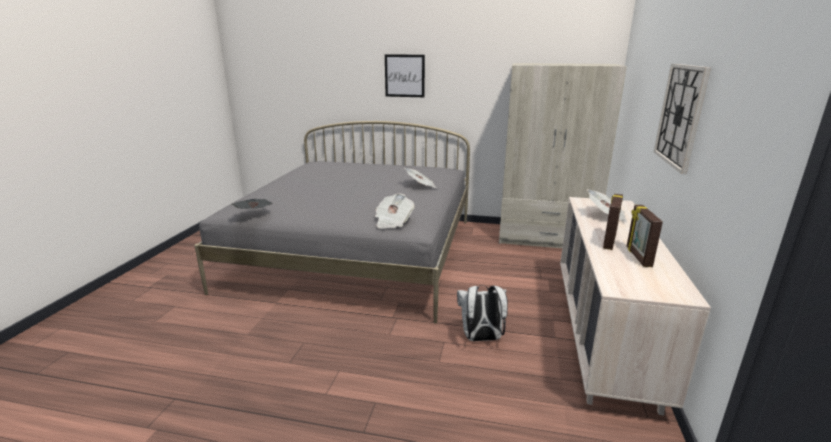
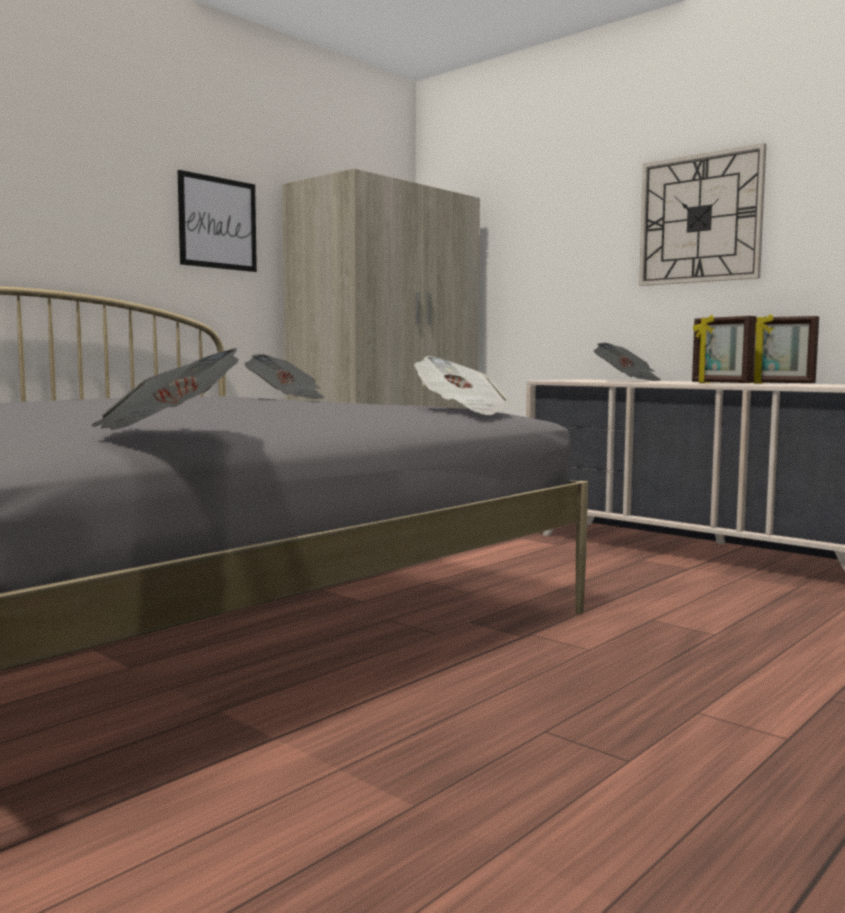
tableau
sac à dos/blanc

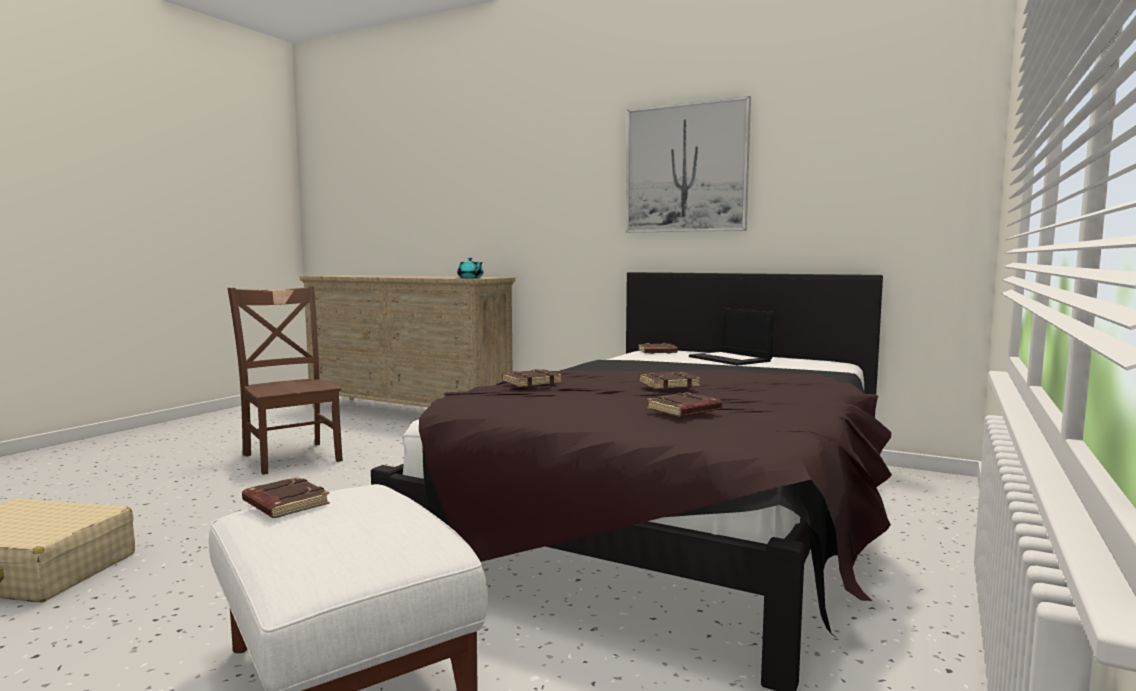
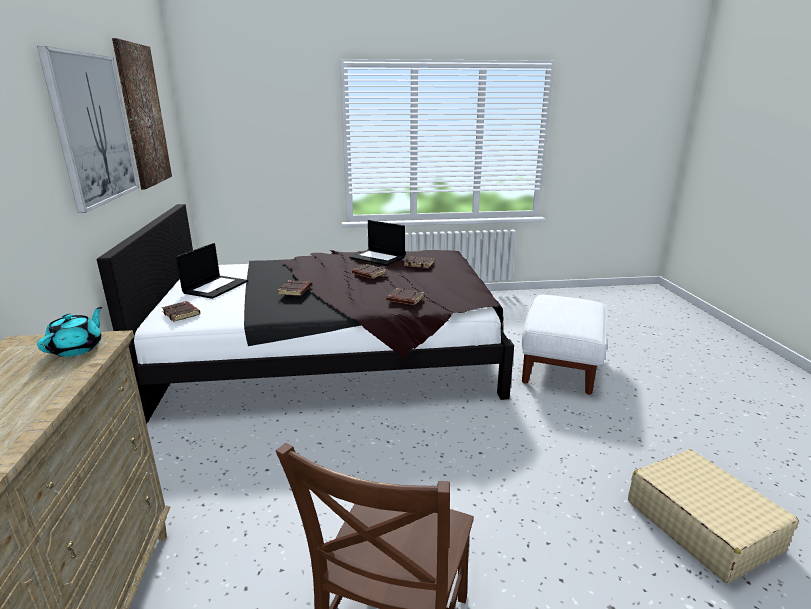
livre/marron (no. 2 from left)
tableau (no. 2 from left)
ordinateur portable (no. 2 from left)

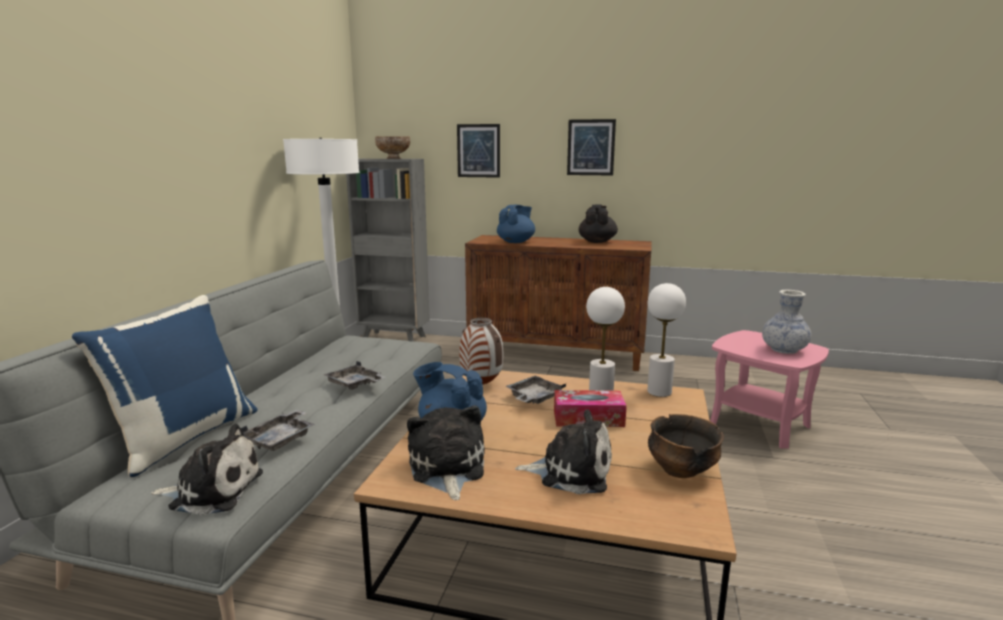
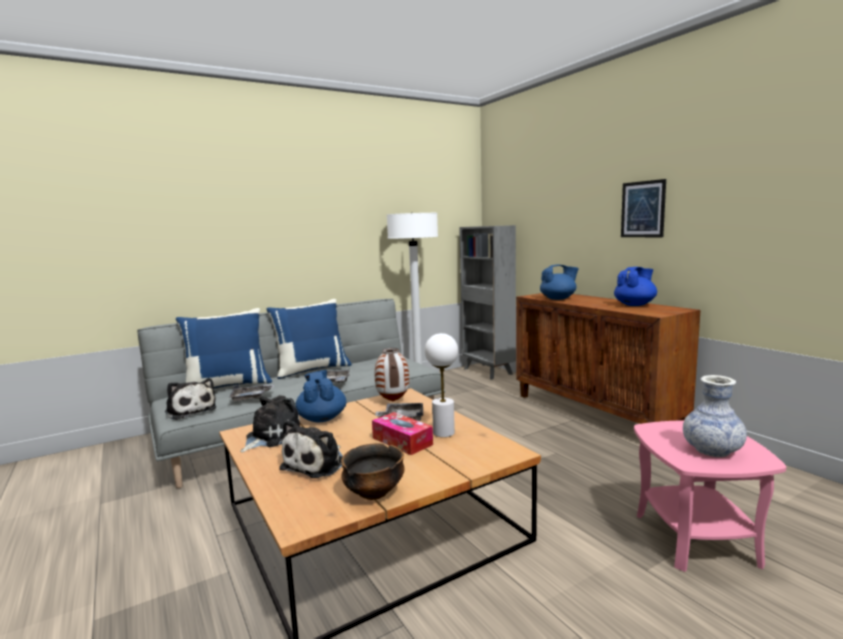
bol (no. 1 from left in the first image)
tableau (no. 1 from left in the first image)
peluche (no. 3 from left)
théière/bleu (no. 3 from left)
lampe de table/blanc (no. 2 from left in the first image)
coussin/bleu (no. 2 from left)

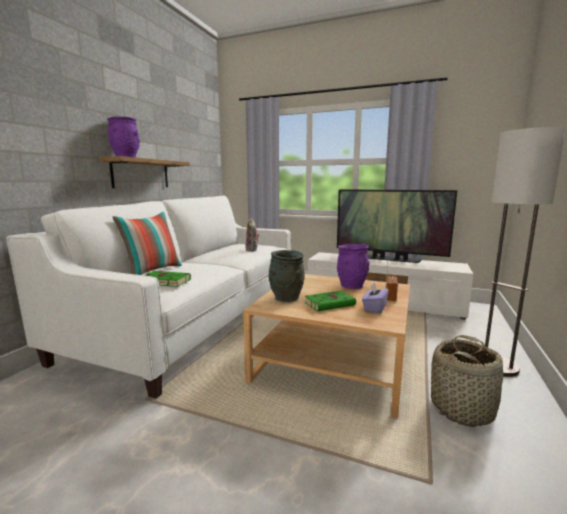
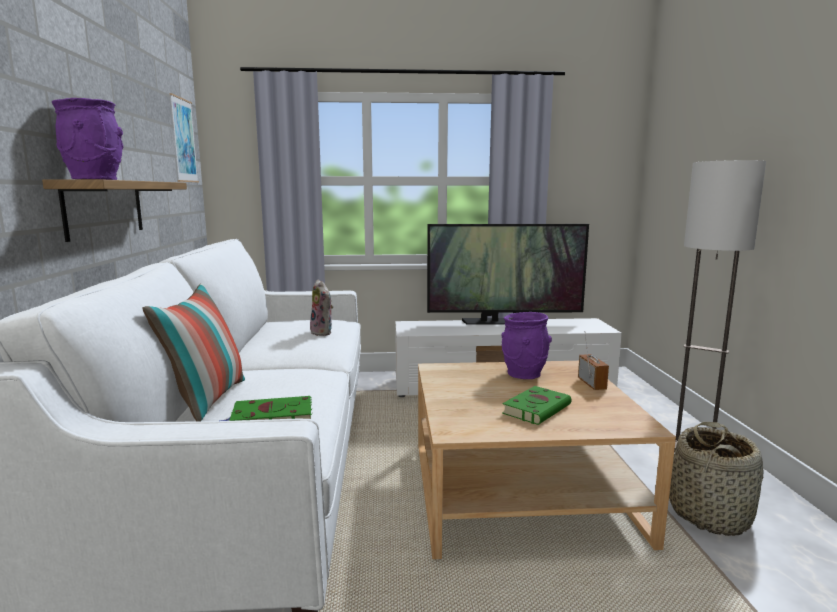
vase/gris
boîte à mouchoirs/violet
tableau

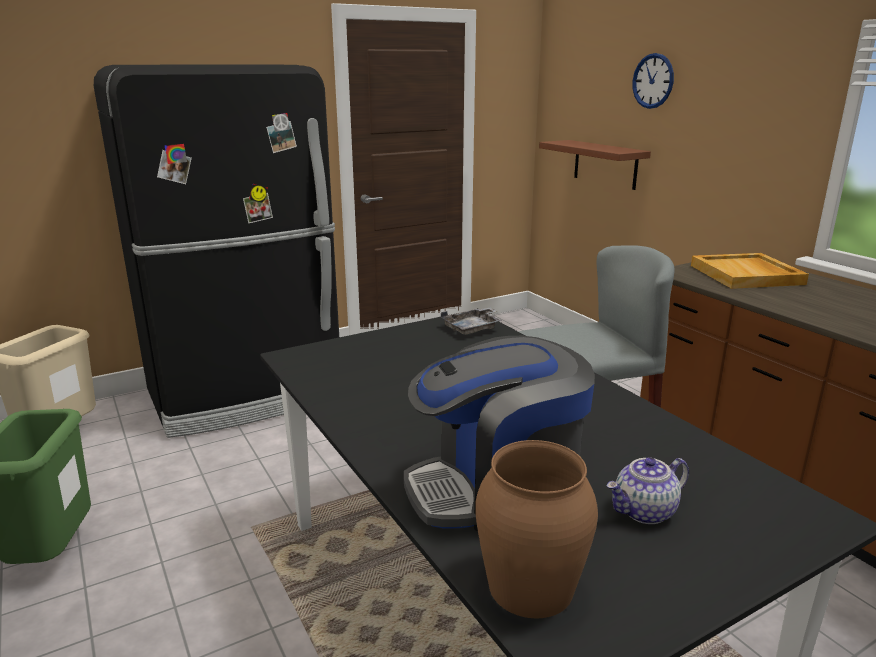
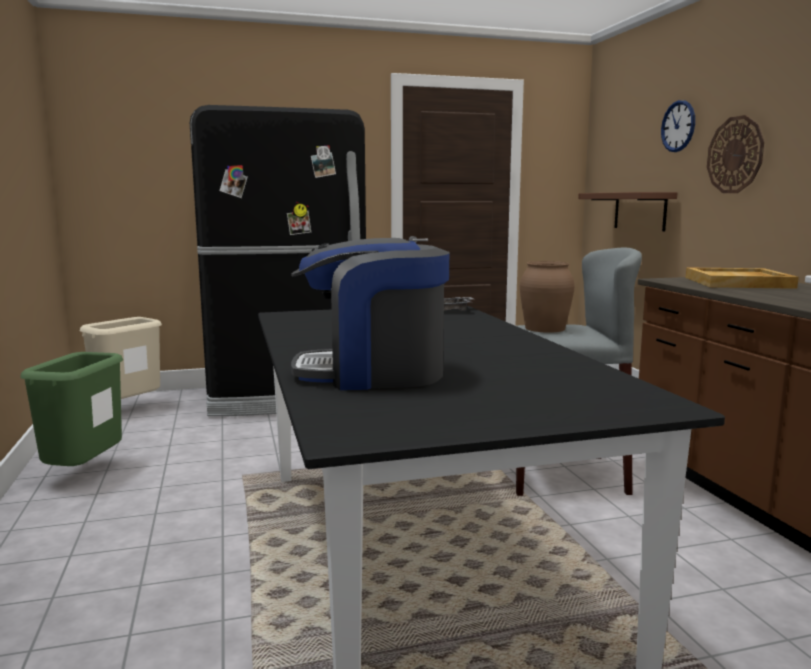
vase/marron
théière
horloge murale (no. 2 from left)

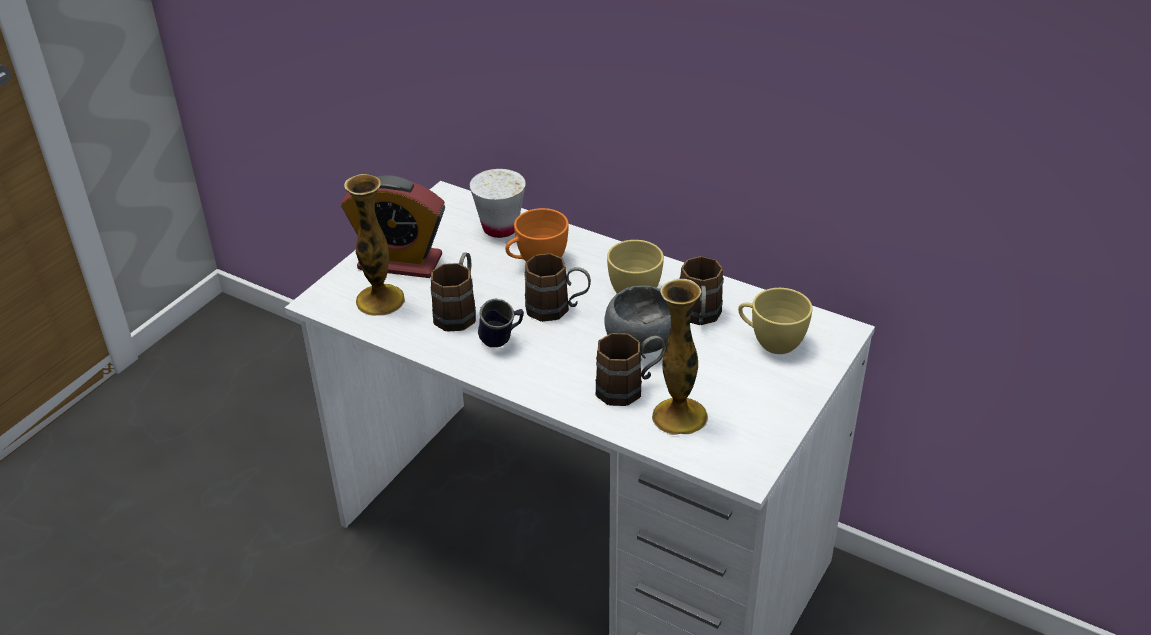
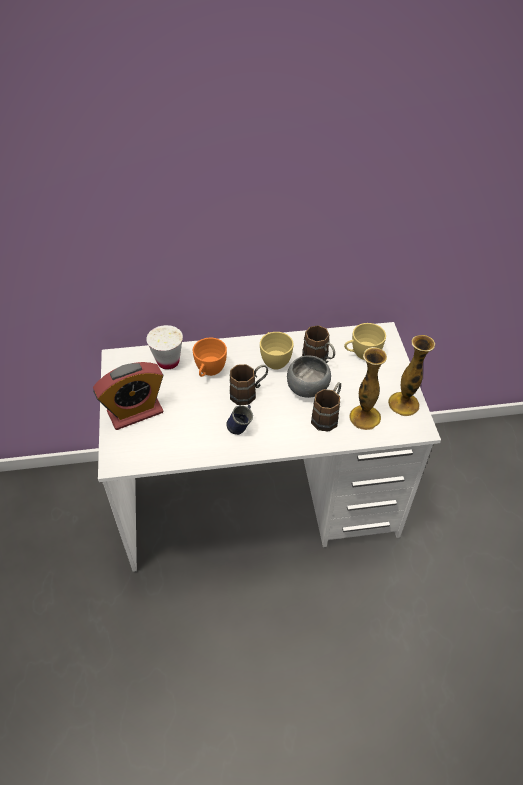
vase (no. 2 from left)
mug/marron (no. 1 from left in the first image)

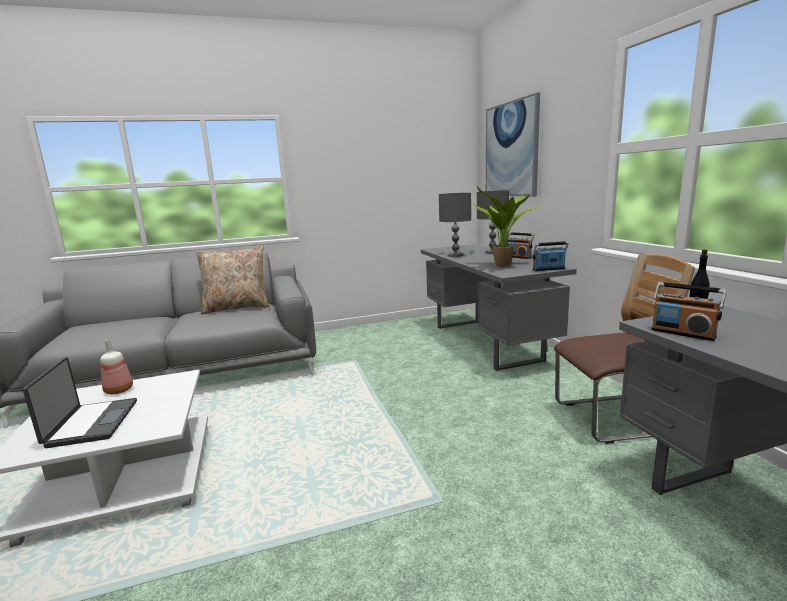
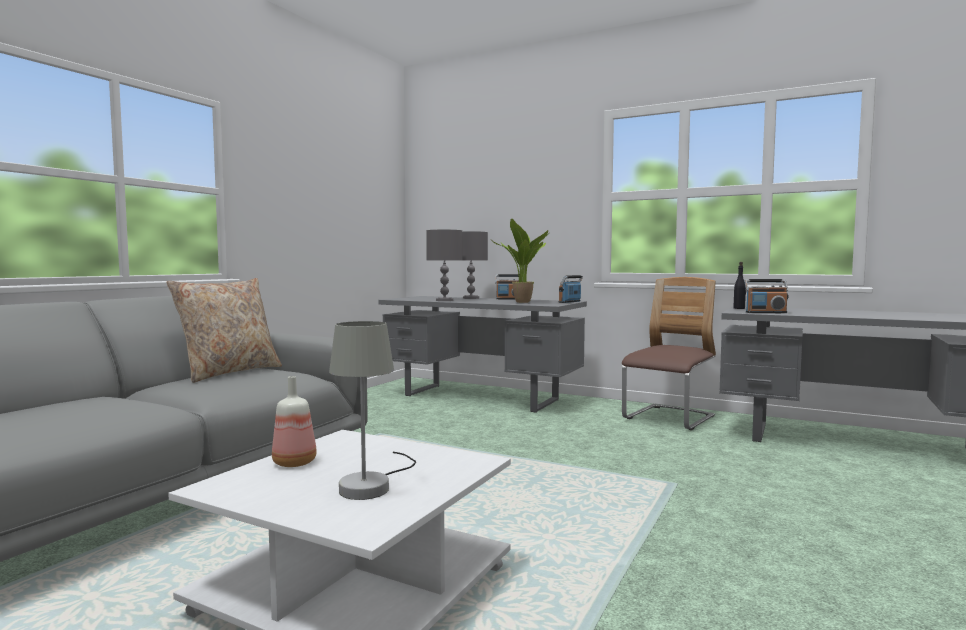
lampe de table/gris (no. 1 from left)
tableau

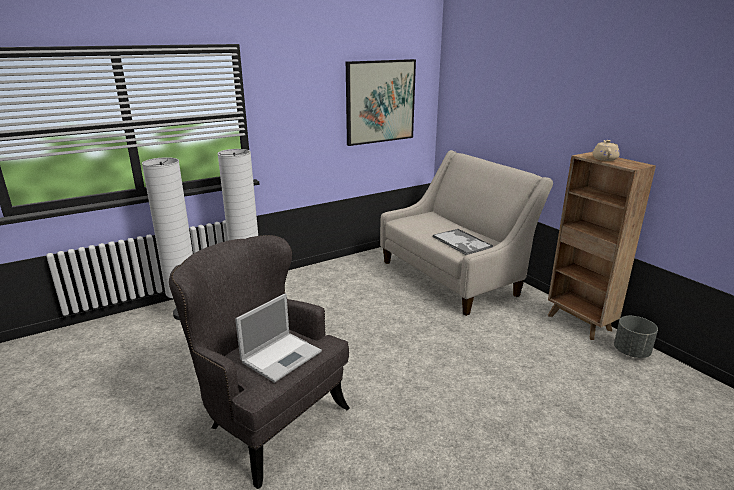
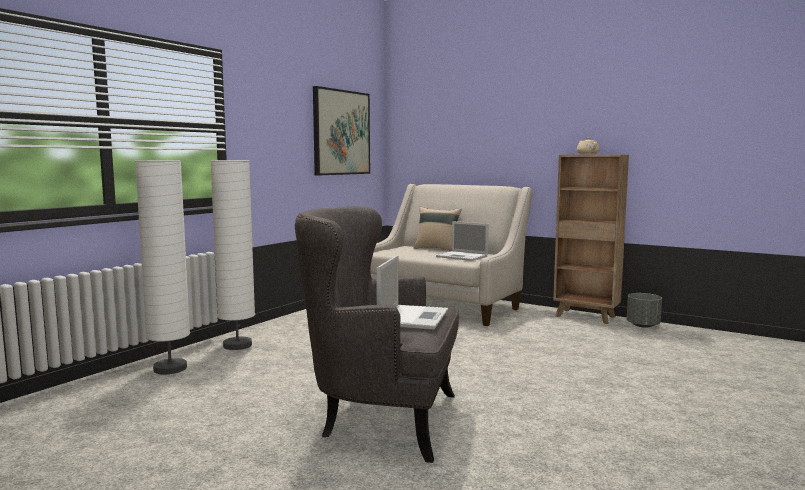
ordinateur portable (no. 2 from left)
coussin/beige

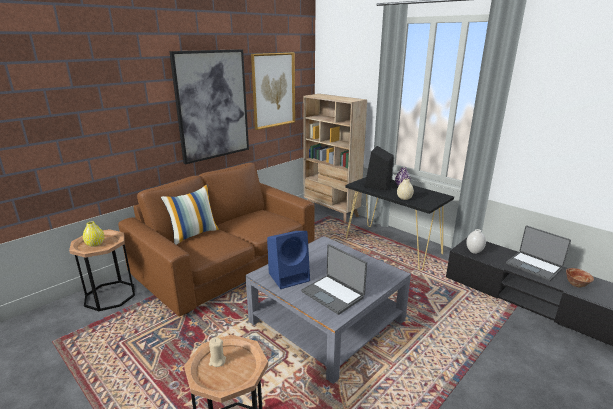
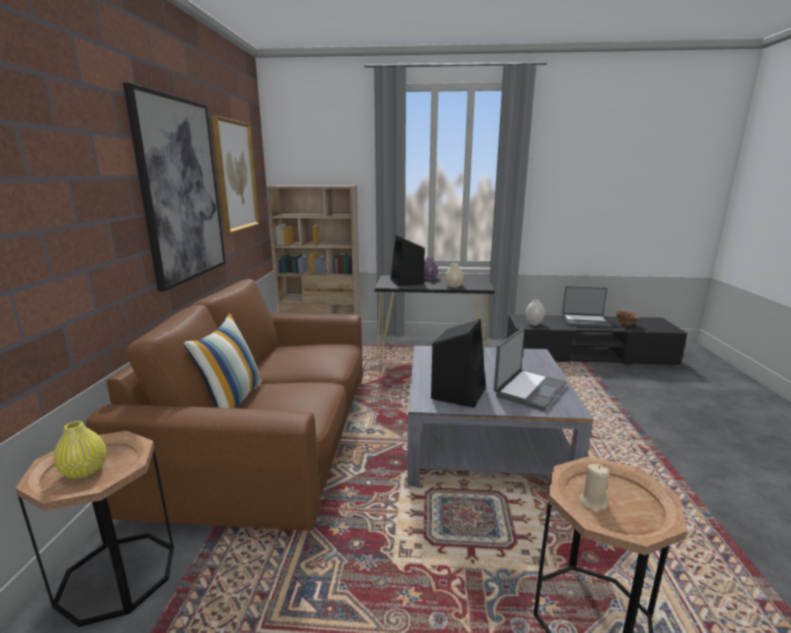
enceinte/noir (no. 2 from left)
ordinateur portable (no. 1 from left)

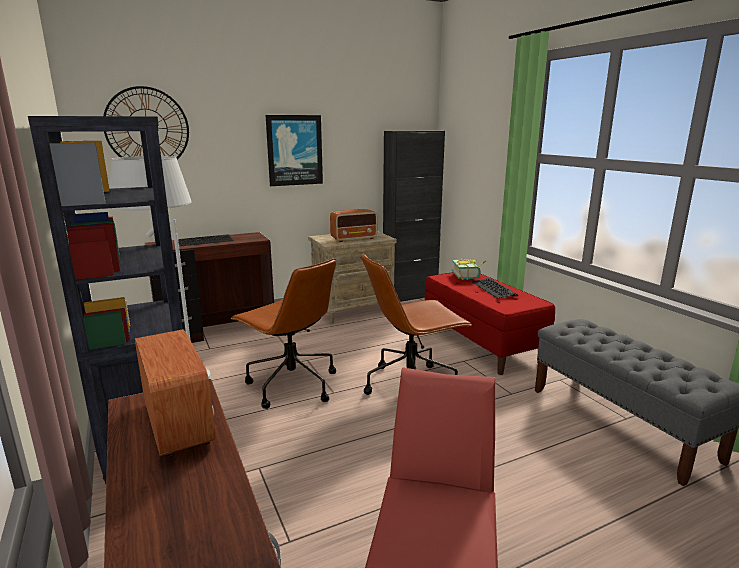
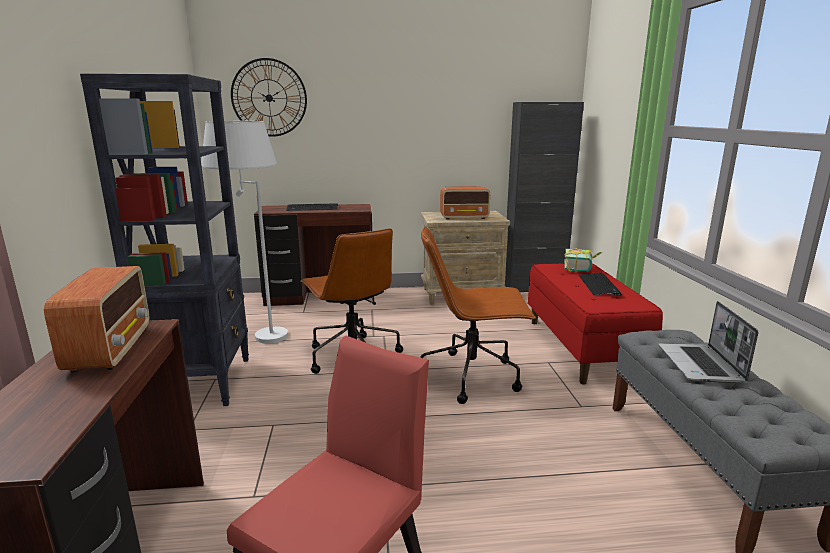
tableau
ordinateur portable

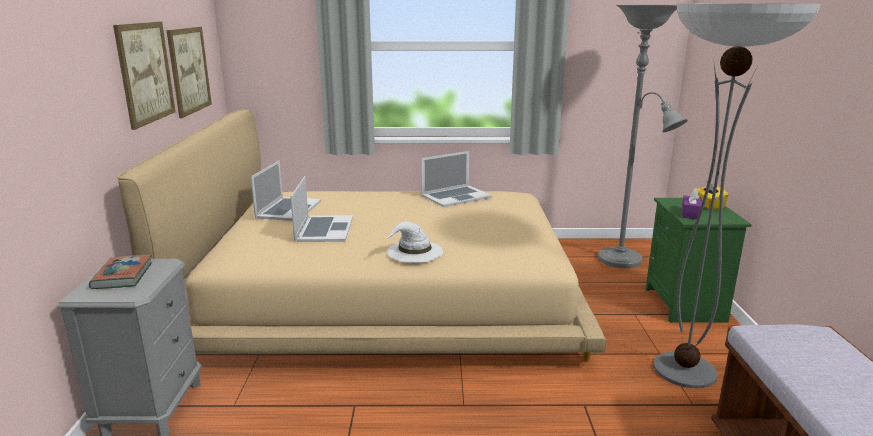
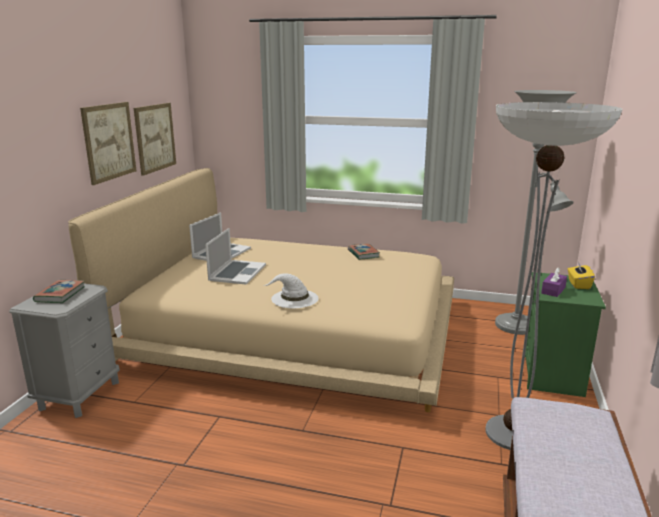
livre (no. 2 from left)

